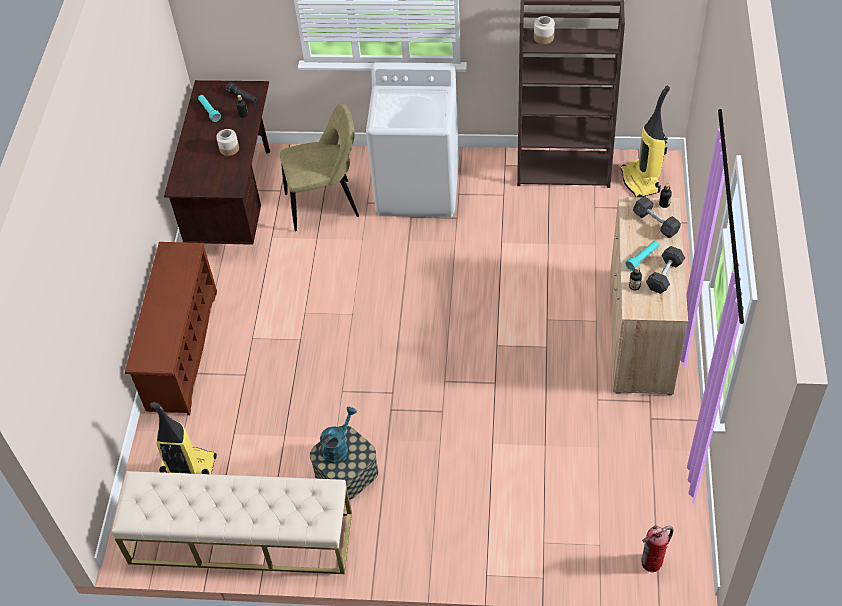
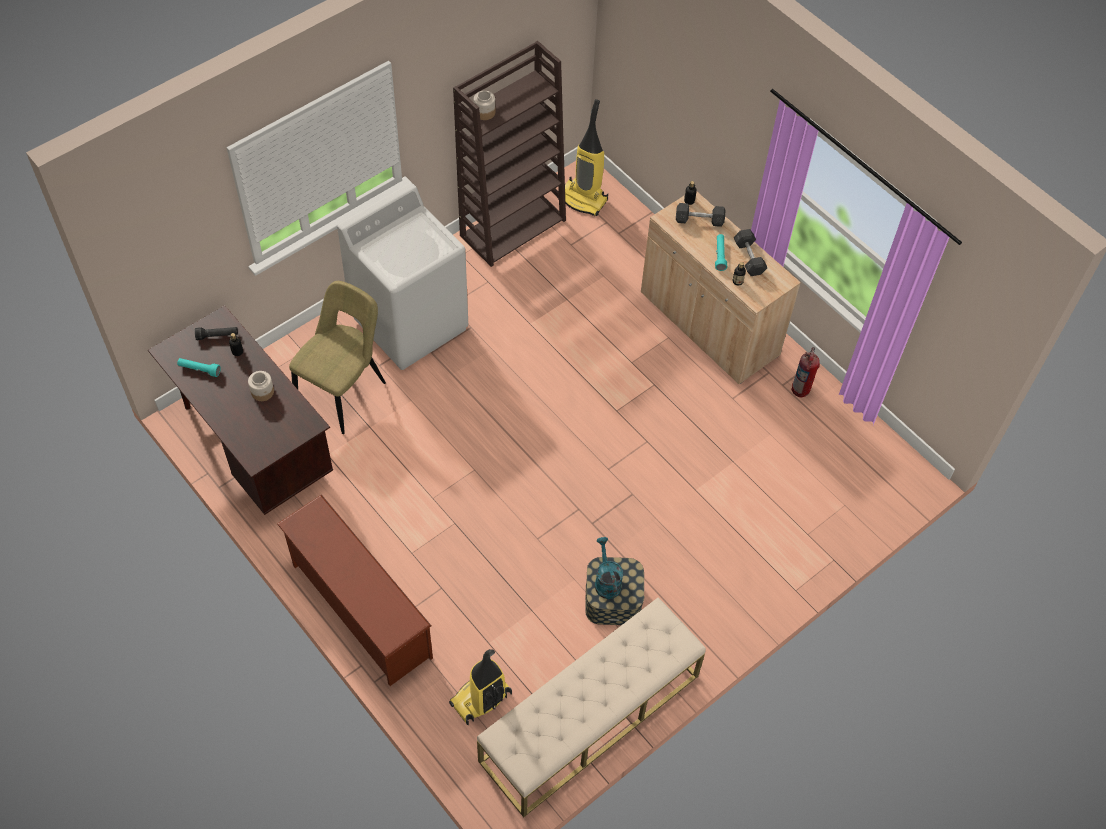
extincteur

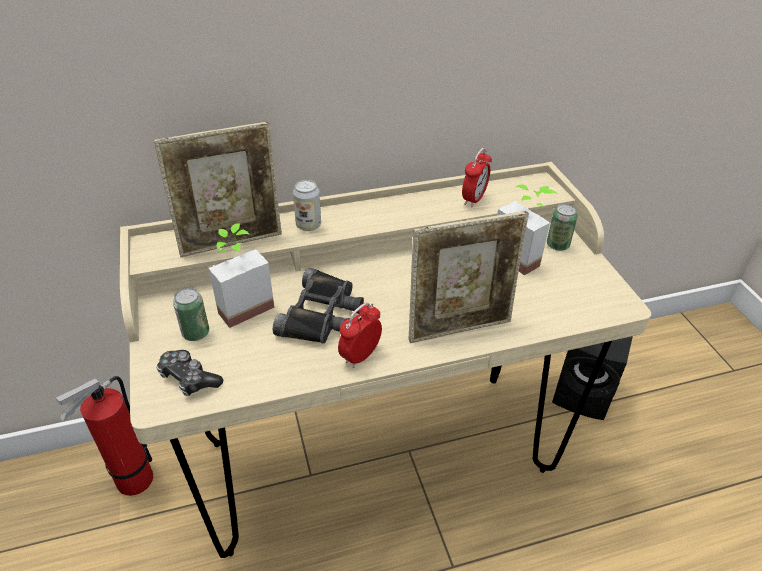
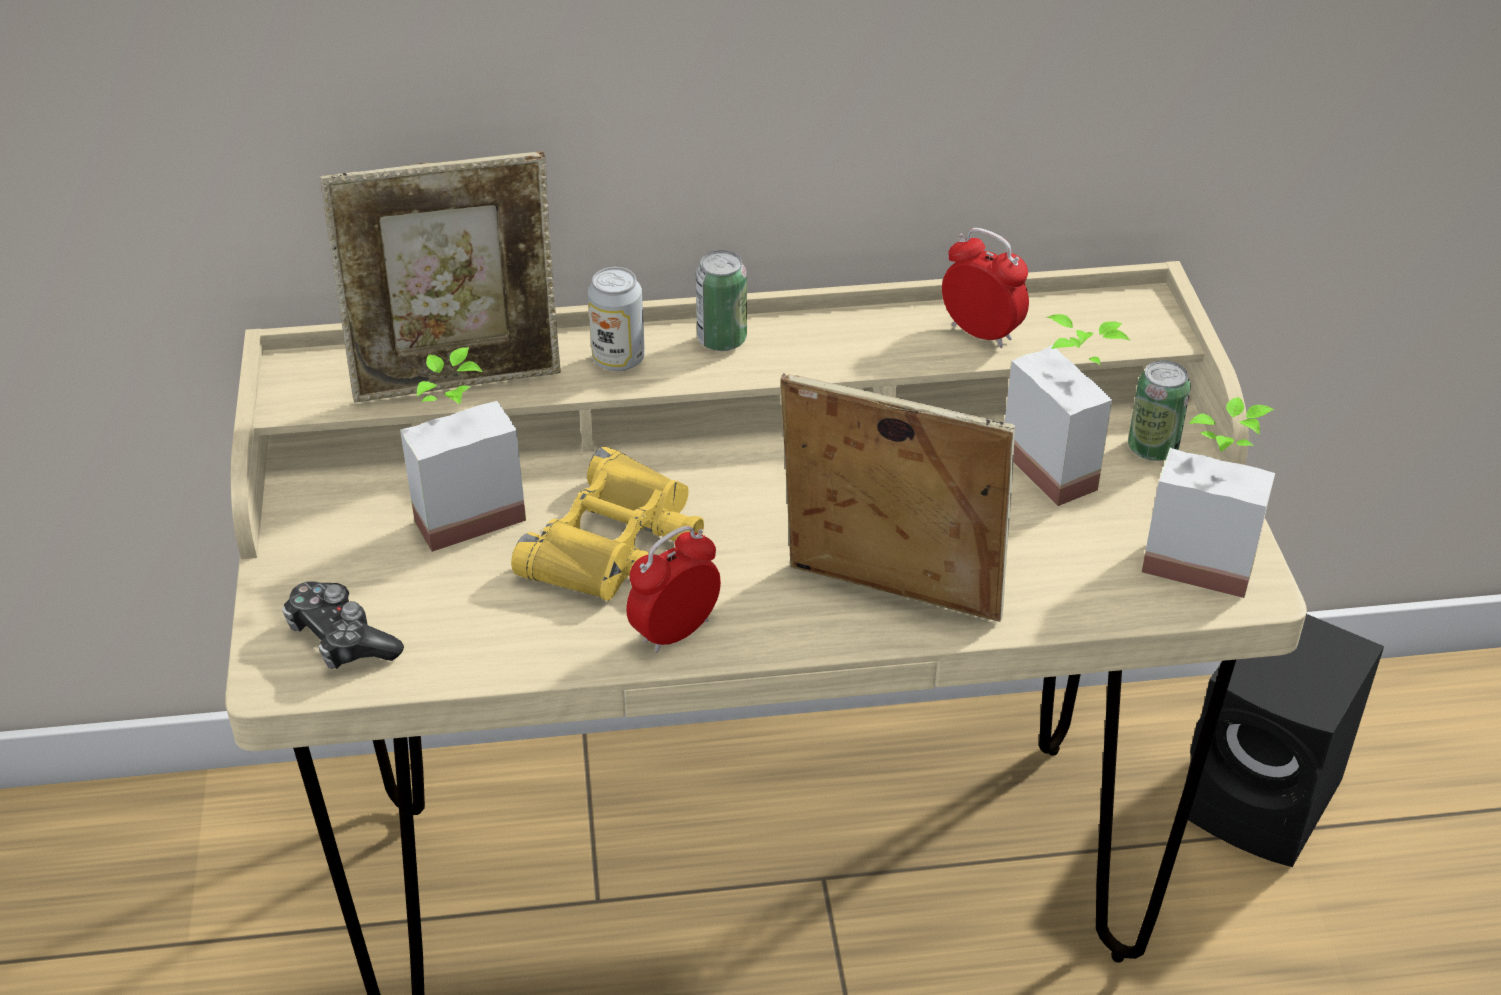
extincteur
boîte métallique (no. 2 from left)
jumelles/jaune
cadre photo (no. 2 from left)
réveil (no. 2 from left)
plante en pot (no. 3 from left)

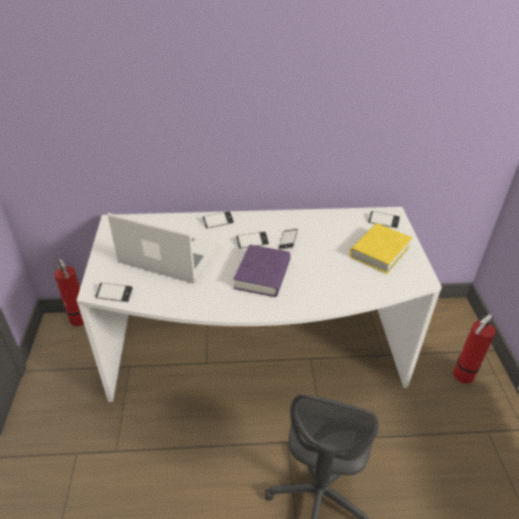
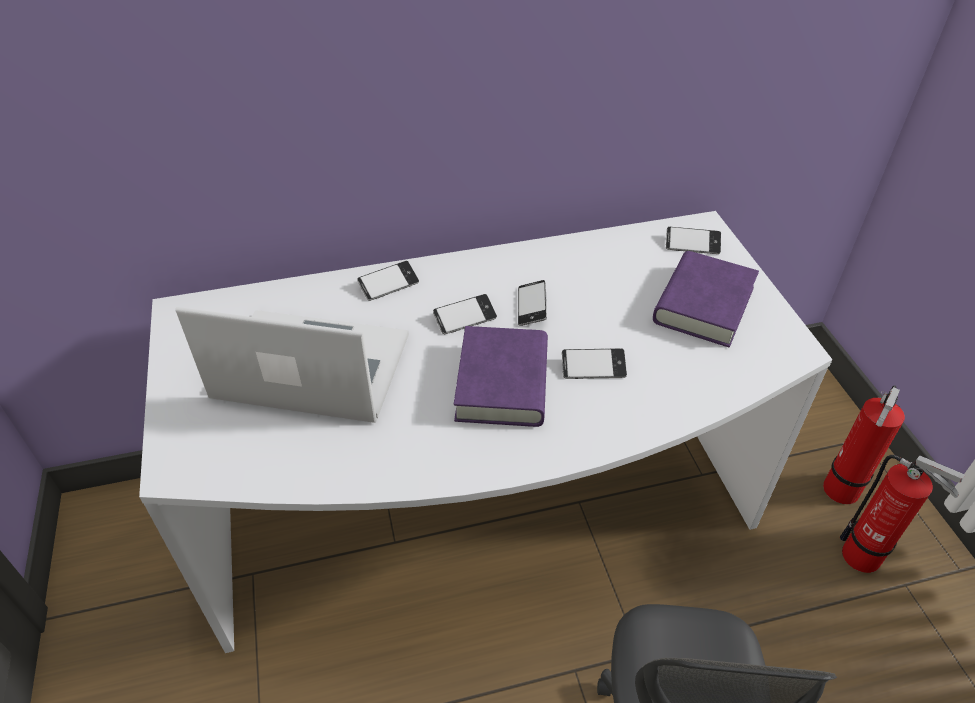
extincteur (no. 2 from left)
téléphone (no. 4 from left)
livre/violet (no. 2 from left)

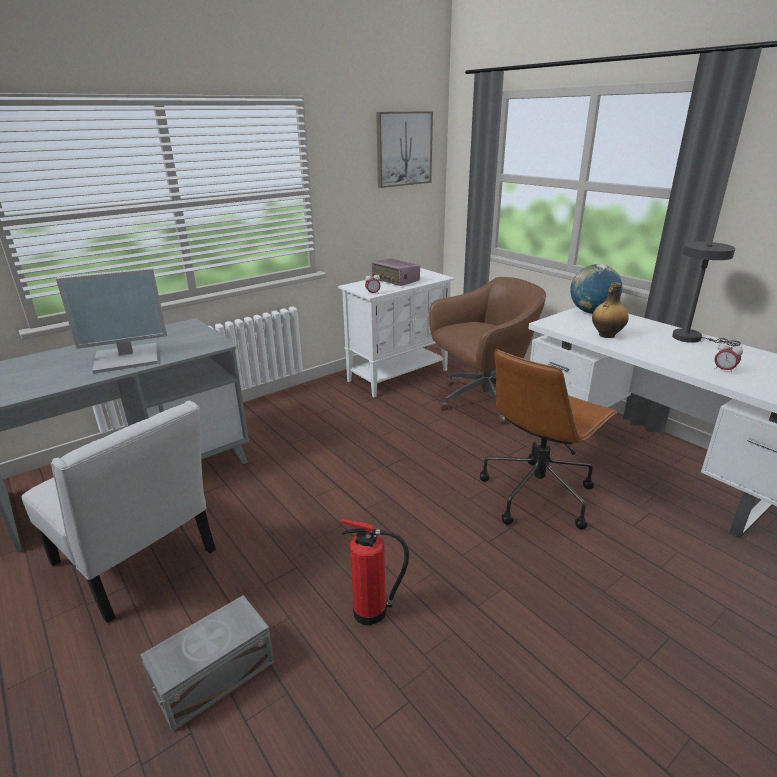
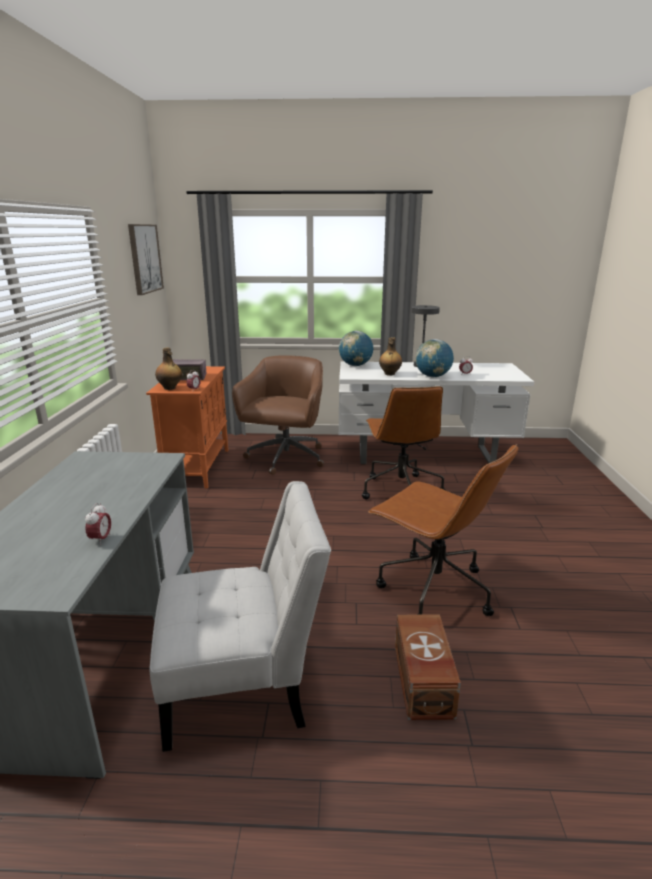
écran d'ordinateur
boîte de rangement/marron
meuble de rangement/orange
chaise de bureau/marron (no. 3 from left)
réveil (no. 1 from left)
bouteille (no. 1 from left)
globe (no. 2 from left)

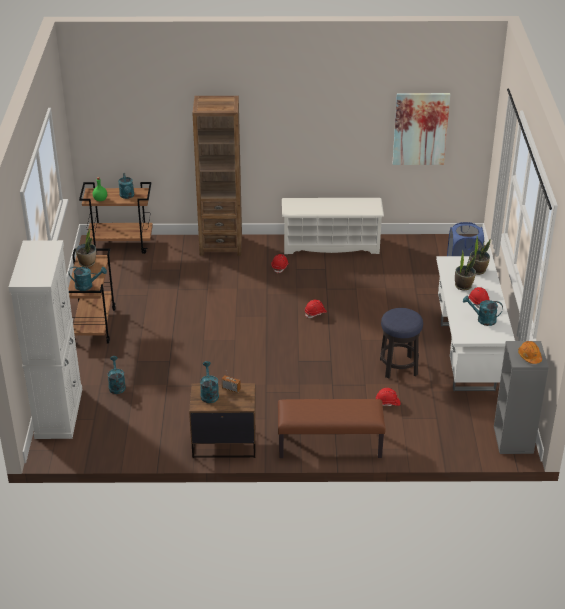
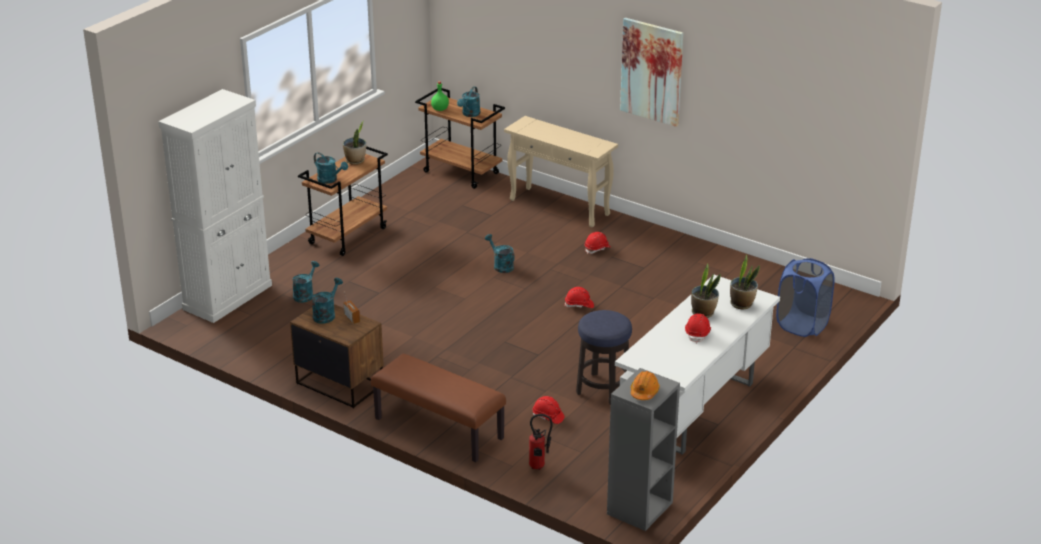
table console/beige
étagère à chaussures/blanc
tableau
arrosoir/turquoise (no. 5 from left)
extincteur

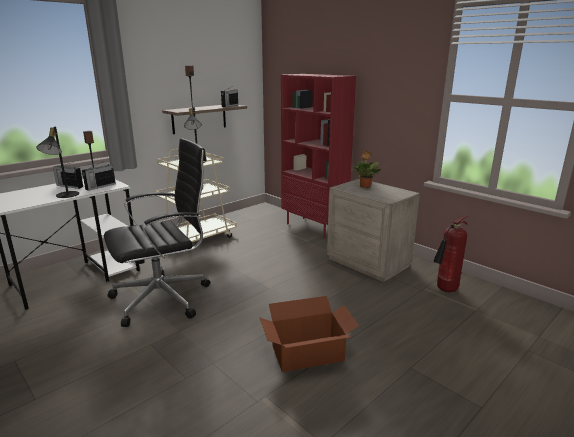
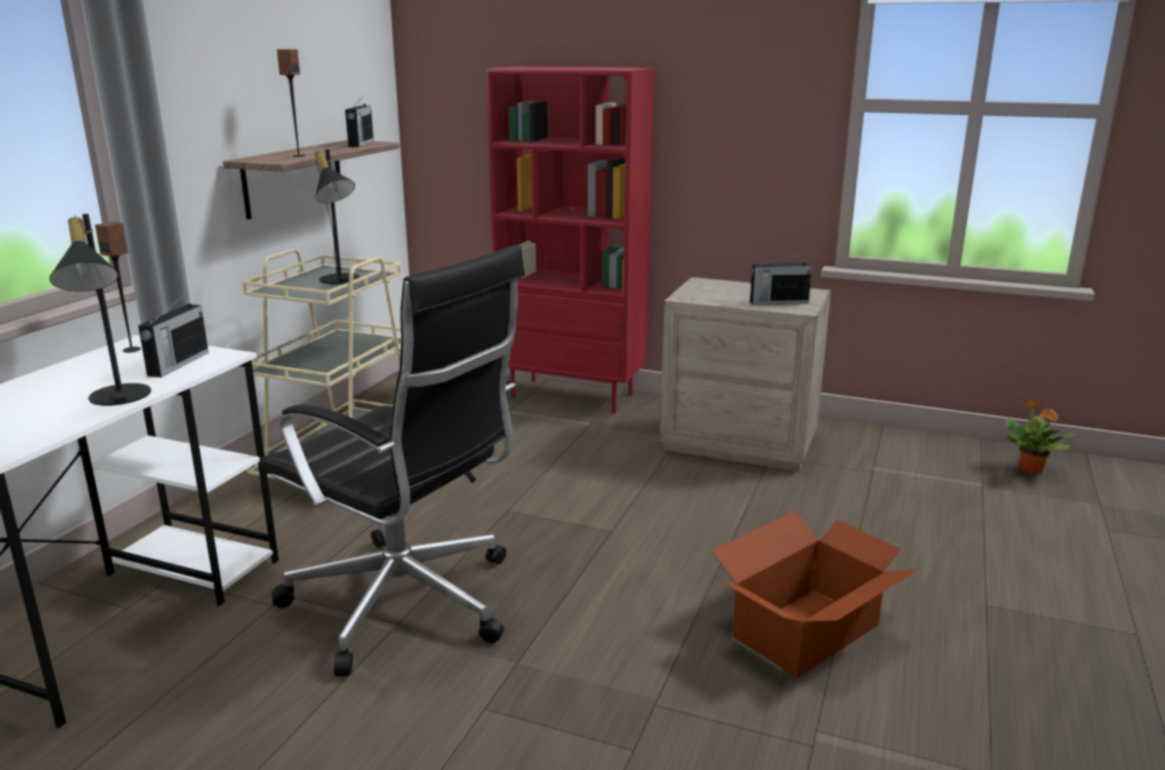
radio (no. 3 from left)
chaise de bureau/noir
plante en pot
extincteur

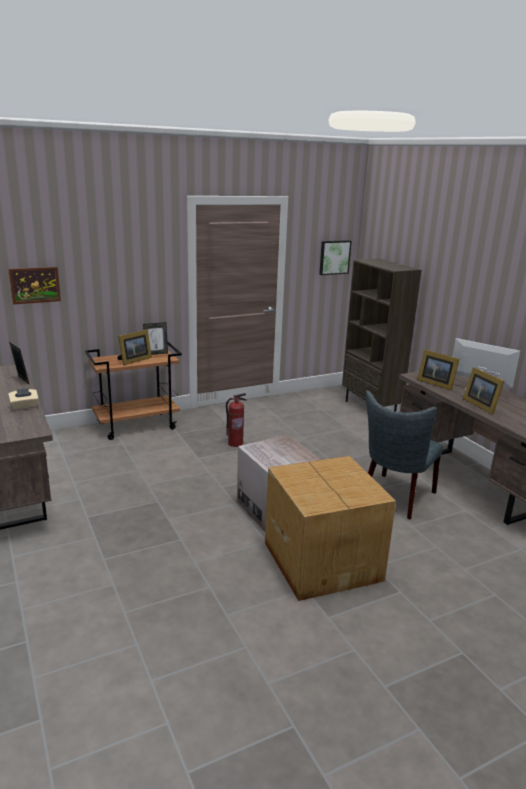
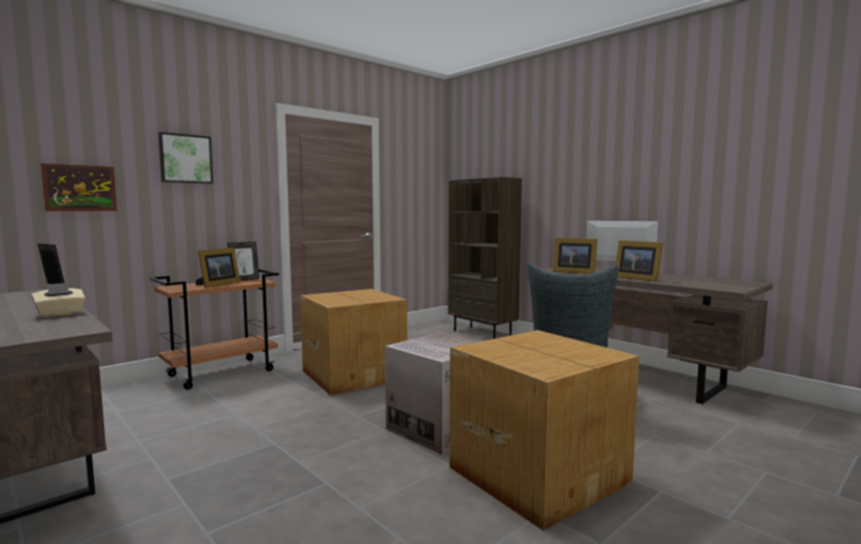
carton (no. 1 from left)
tableau (no. 2 from left)

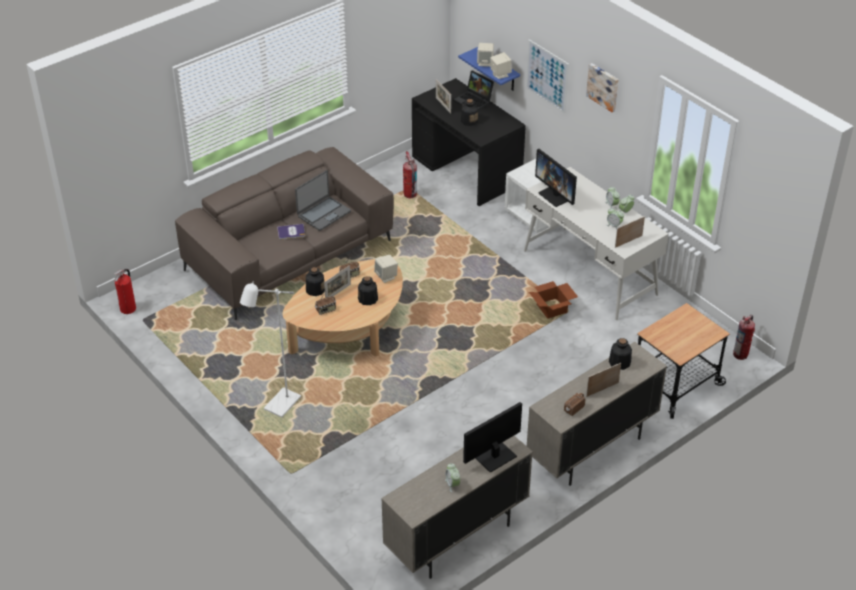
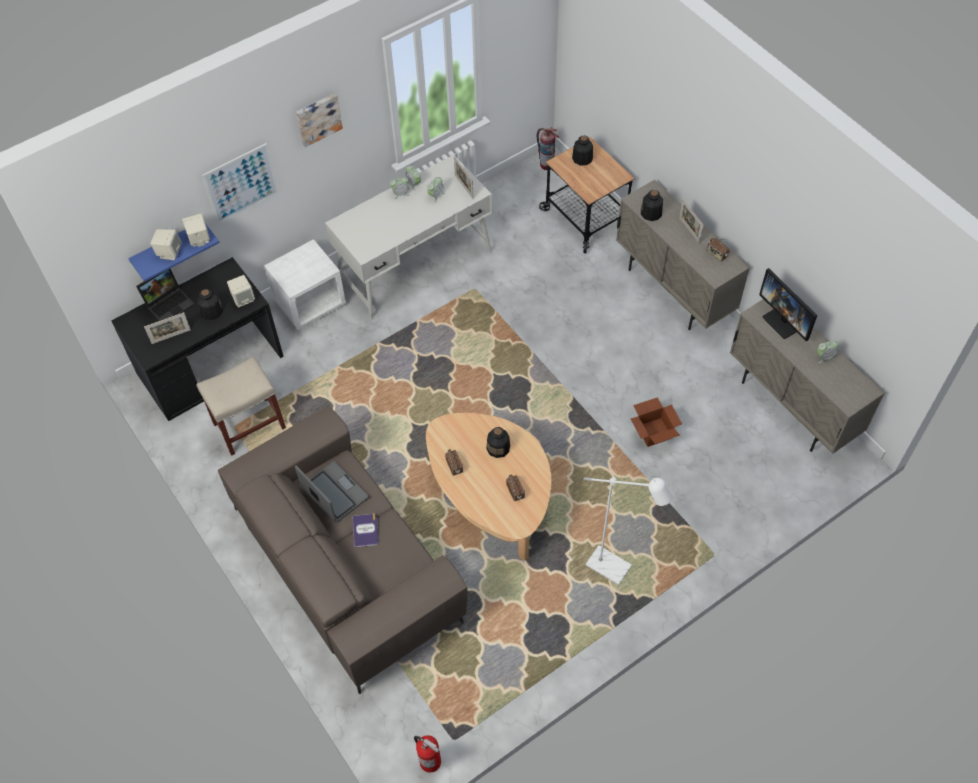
bouteille (no. 3 from left)
cadre photo (no. 1 from left in the first image)
enceinte/beige (no. 3 from left)
tabouret/beige
carton
écran d'ordinateur (no. 2 from left in the first image)

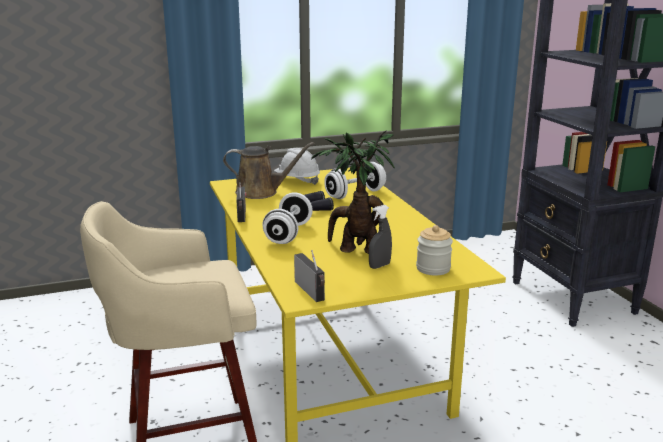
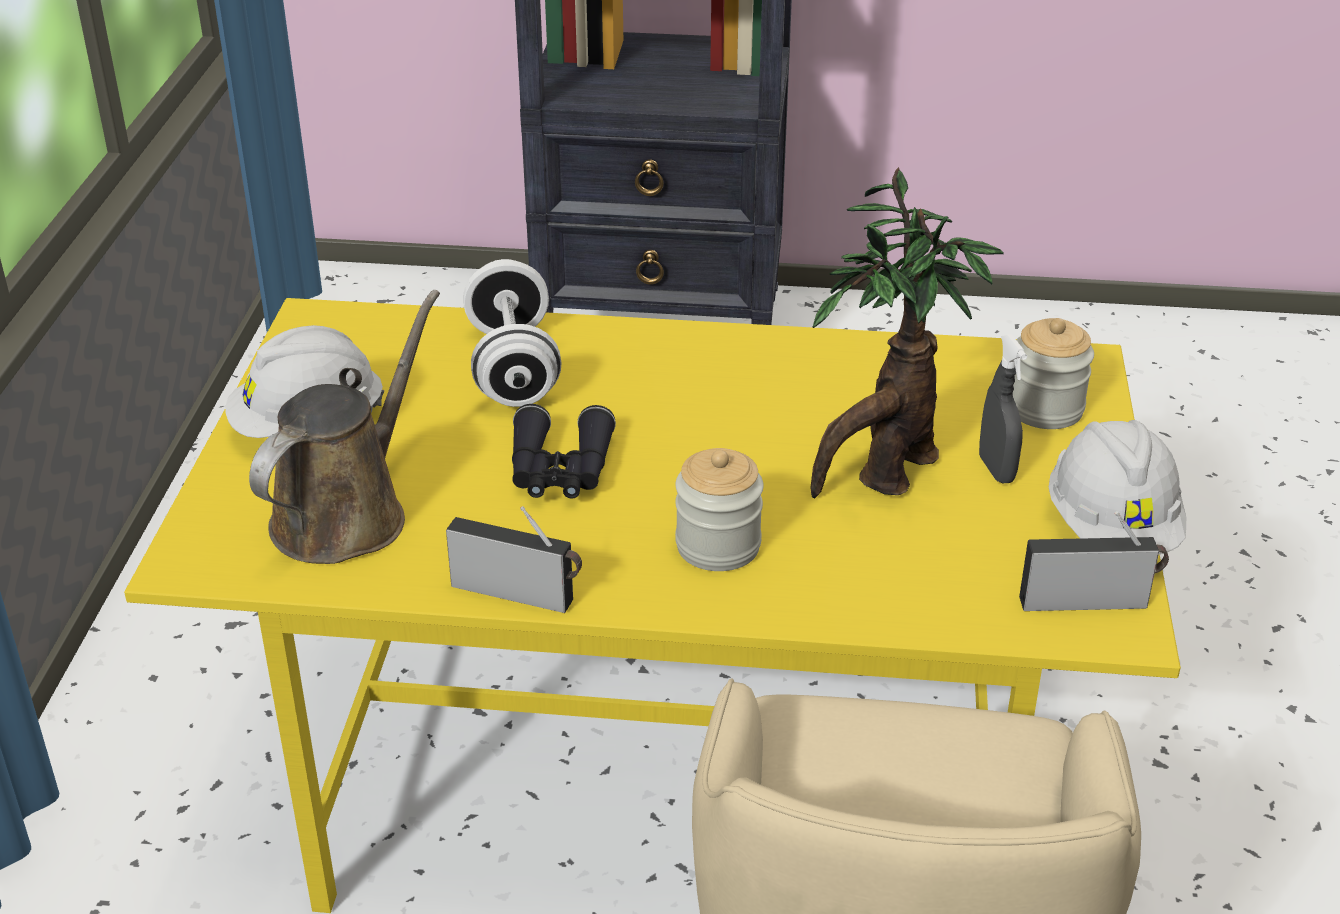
bocal (no. 1 from left)
casque de chantier/blanc (no. 2 from left)

